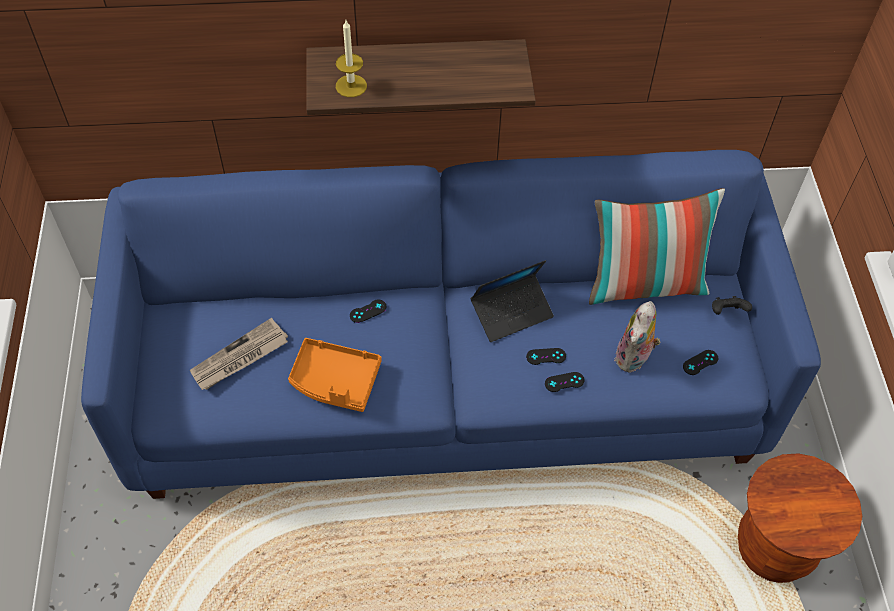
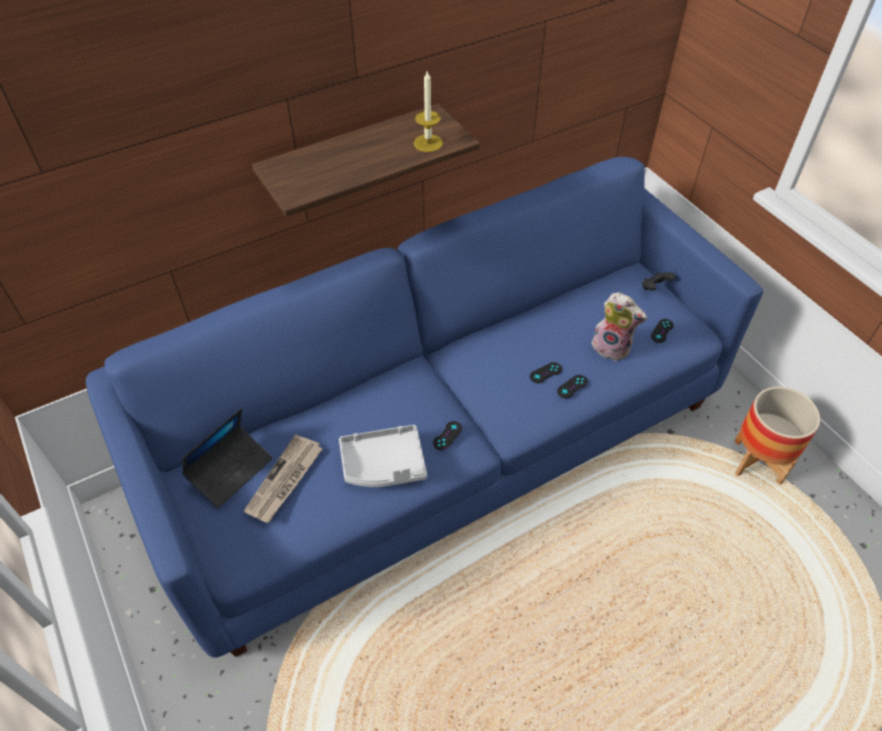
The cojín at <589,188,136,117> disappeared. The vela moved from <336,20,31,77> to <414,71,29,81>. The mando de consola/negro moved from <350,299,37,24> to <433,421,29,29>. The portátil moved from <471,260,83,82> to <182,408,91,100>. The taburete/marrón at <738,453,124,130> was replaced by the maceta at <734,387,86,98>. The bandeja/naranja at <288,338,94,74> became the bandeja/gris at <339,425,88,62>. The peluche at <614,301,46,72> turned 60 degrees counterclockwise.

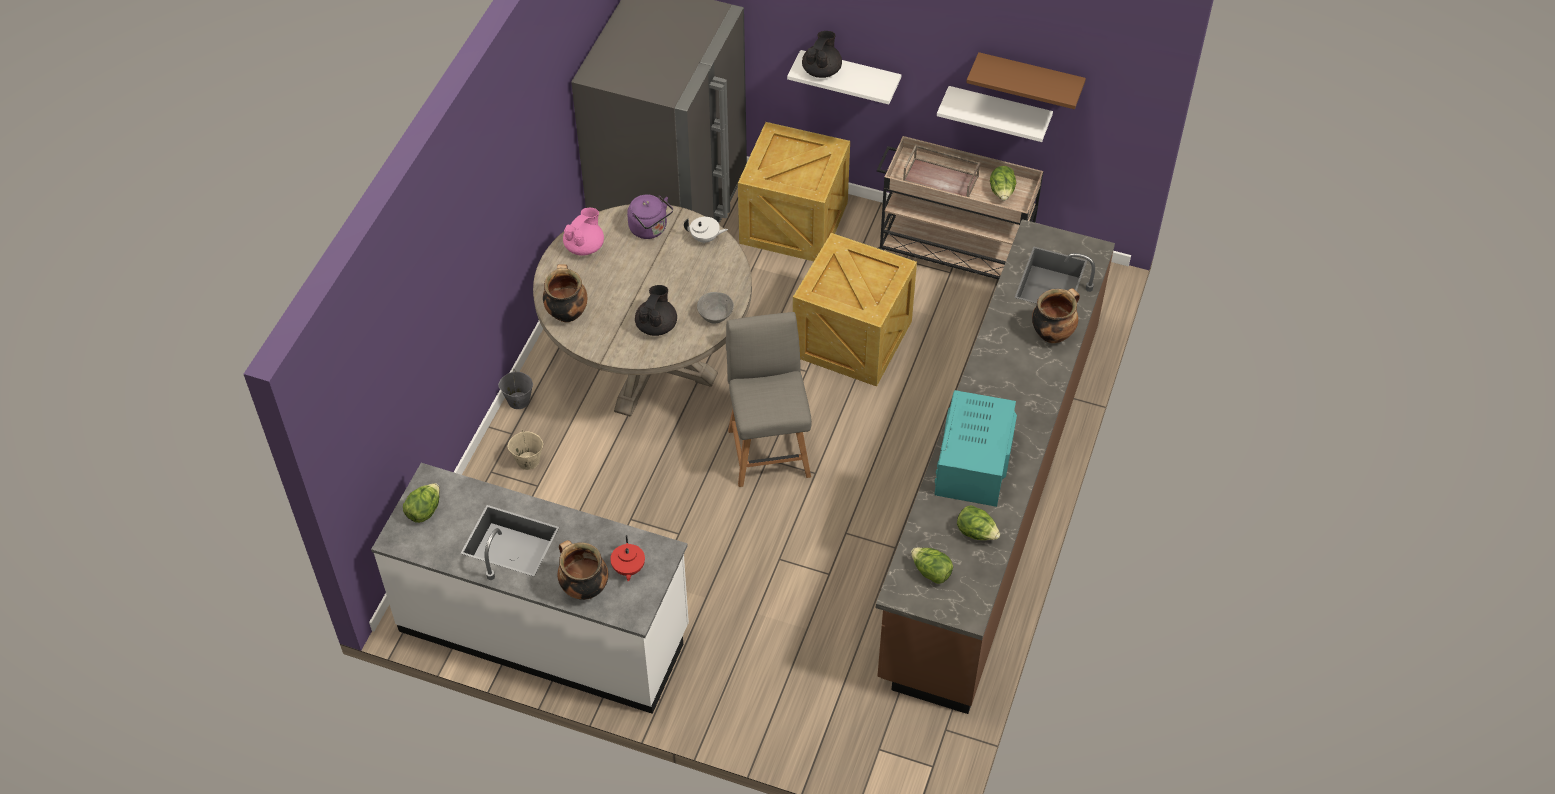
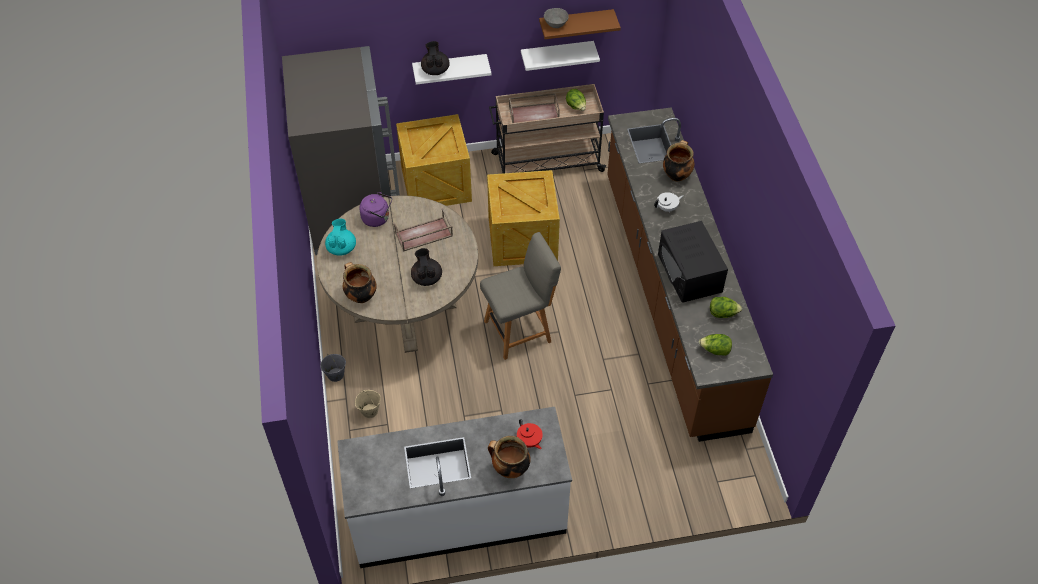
The lechuga at <403,483,37,40> disappeared. The bandeja/marrón at <394,208,59,44> appeared. The tetera/blanco moved from <684,217,44,27> to <654,192,30,21>. The cuenco/gris moved from <697,292,37,32> to <544,8,25,20>. The tetera/rosa at <563,208,41,48> became the tetera/turquesa at <325,219,31,37>. The microondas/turquesa at <935,390,82,117> became the microondas/negro at <658,221,70,82>. The silla/gris at <726,312,86,175> turned 105 degrees clockwise.

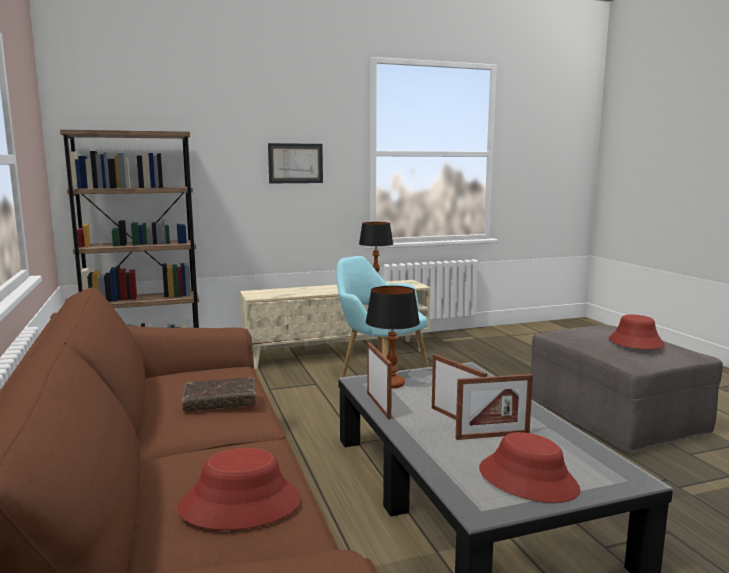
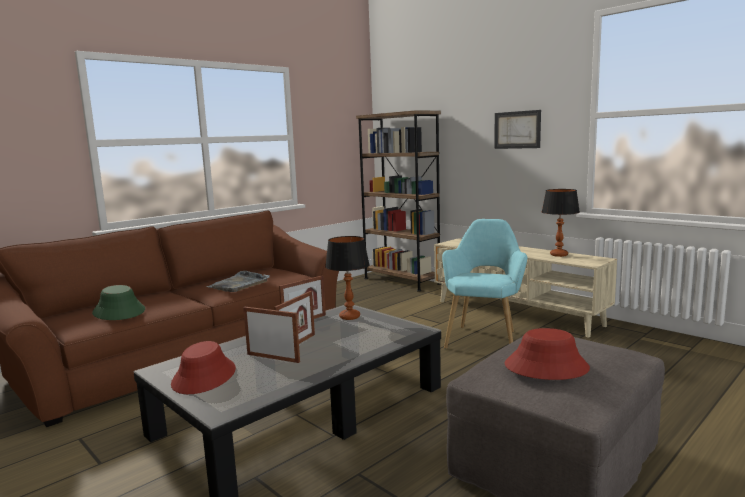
The libro/marrón at <182,377,75,34> was replaced by the bandeja/gris at <206,271,63,21>. The sombrero/rojo at <178,448,123,82> became the sombrero/verde at <92,285,53,35>. The portarretratos at <456,374,77,66> turned 150 degrees clockwise.

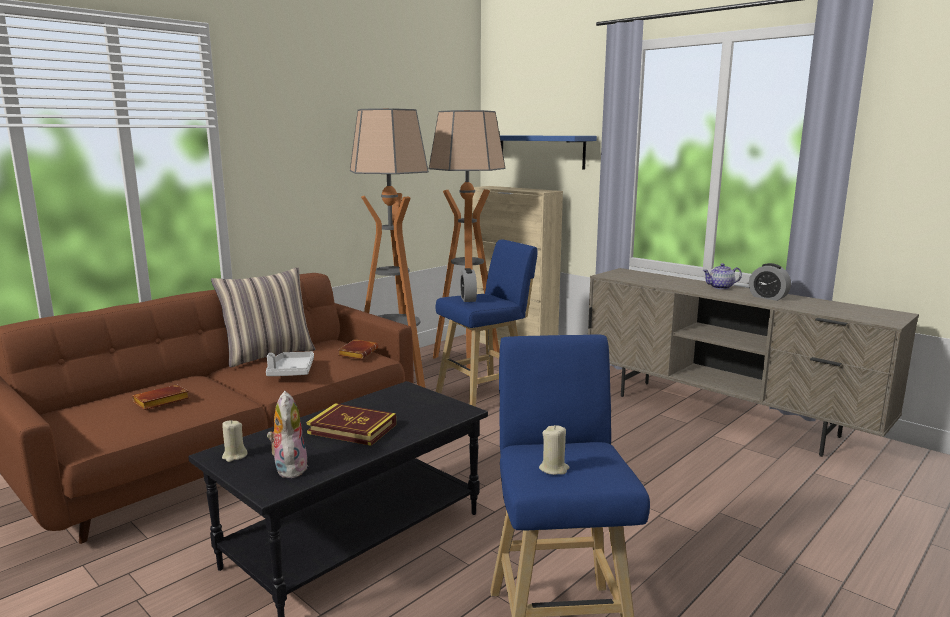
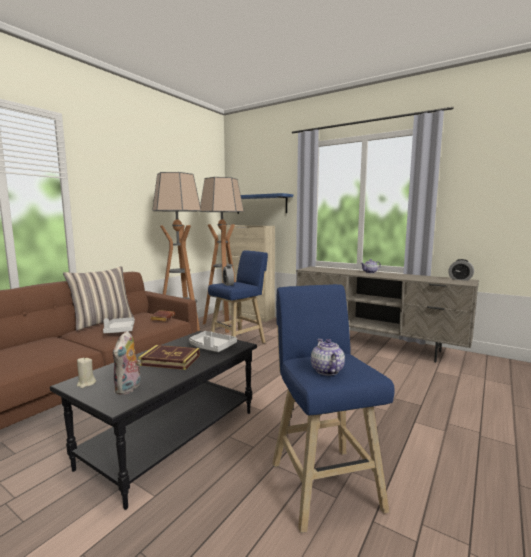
The libro/marrón at <132,384,57,26> disappeared. The bandeja/gris at <189,331,48,21> appeared. The despertador moved from <749,263,42,38> to <448,259,26,22>. The vela/beis at <539,425,30,50> was replaced by the tetera at <311,339,34,37>. The peluche at <267,391,41,87> turned 150 degrees counterclockwise.

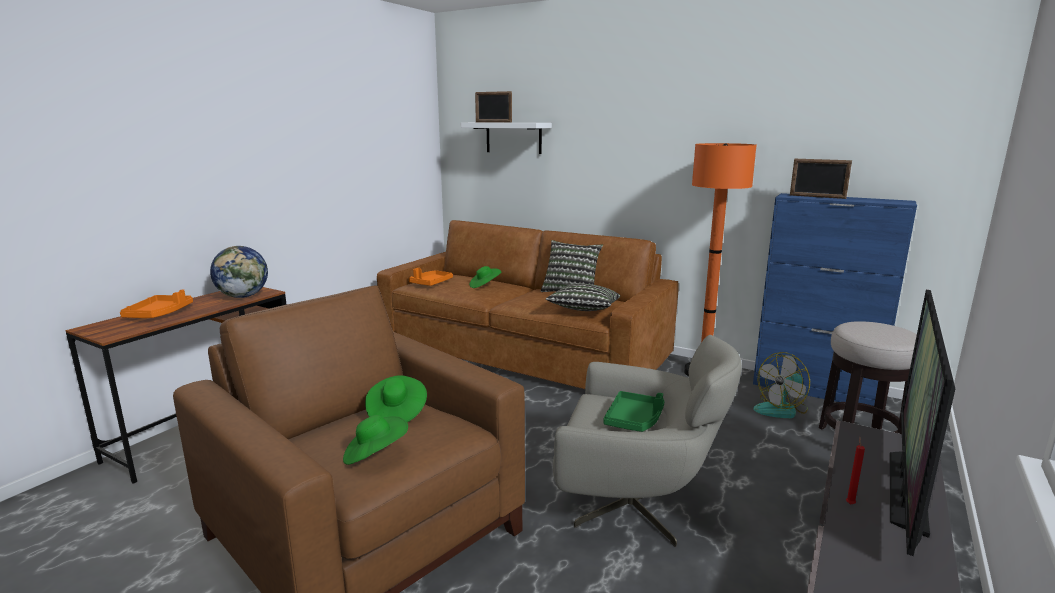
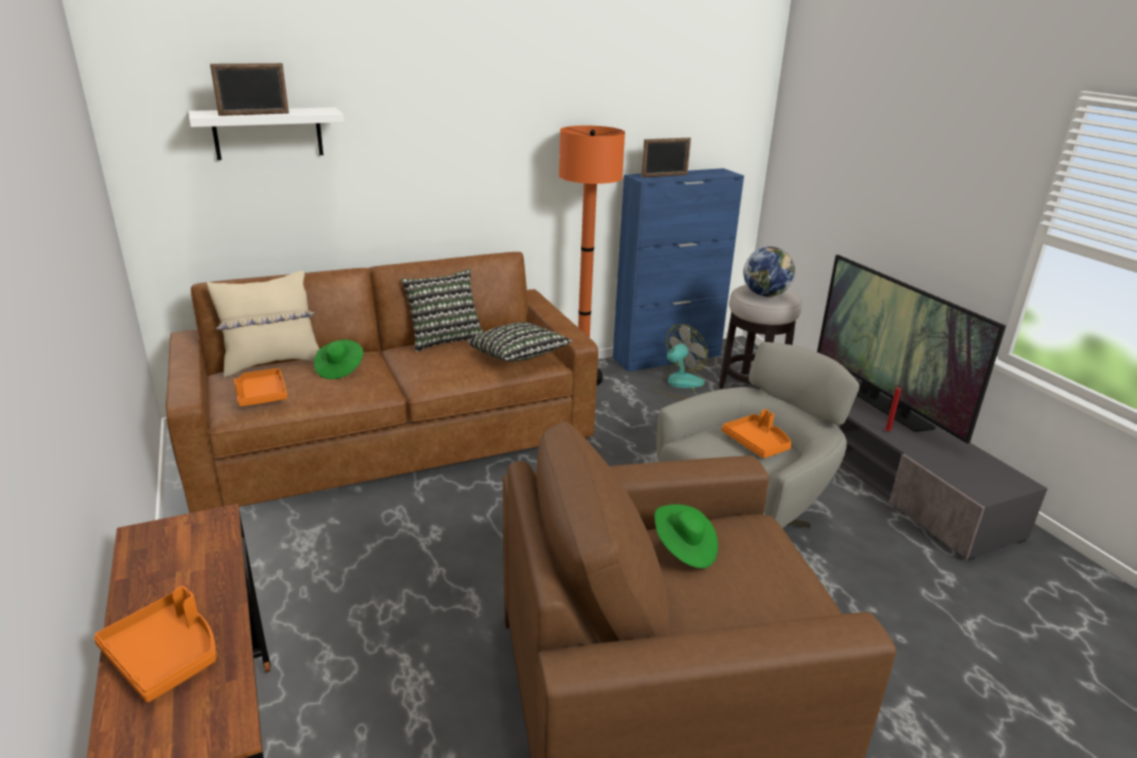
The sombrero/verde at <343,415,65,50> disappeared. The cojín/beis at <207,271,112,106> appeared. The globo terráqueo moved from <210,246,58,52> to <743,247,52,50>. The bandeja/verde at <604,391,61,41> became the bandeja/naranja at <722,409,70,49>. The ventilador at <753,352,57,66> turned 135 degrees counterclockwise.

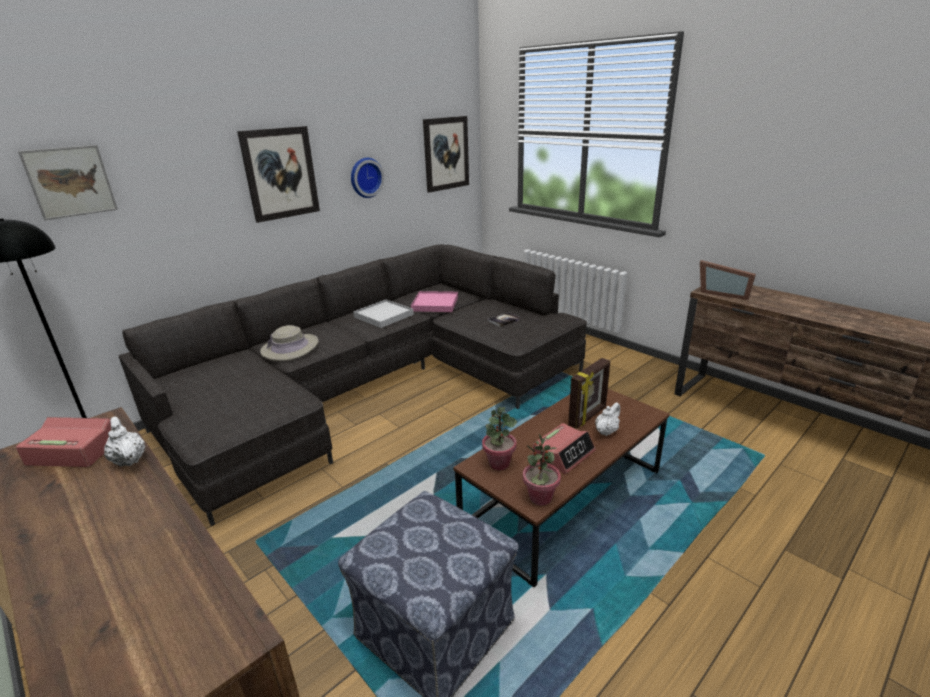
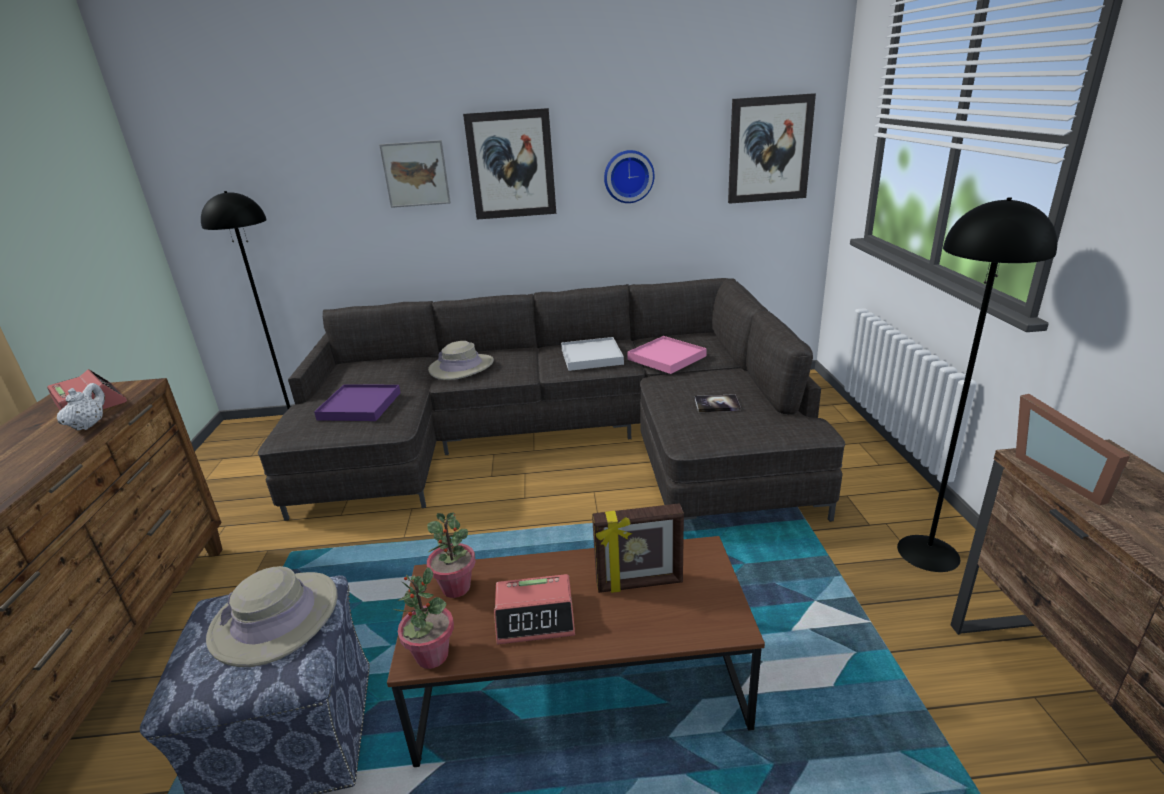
The tetera/blanco at <595,402,25,34> disappeared. The sombrero/beis at <206,566,132,101> appeared. The bandeja/morado at <314,384,87,37> appeared. The lámpara de pie/negro at <897,197,160,375> appeared. The cuadro moved from <18,145,100,75> to <379,140,72,68>.

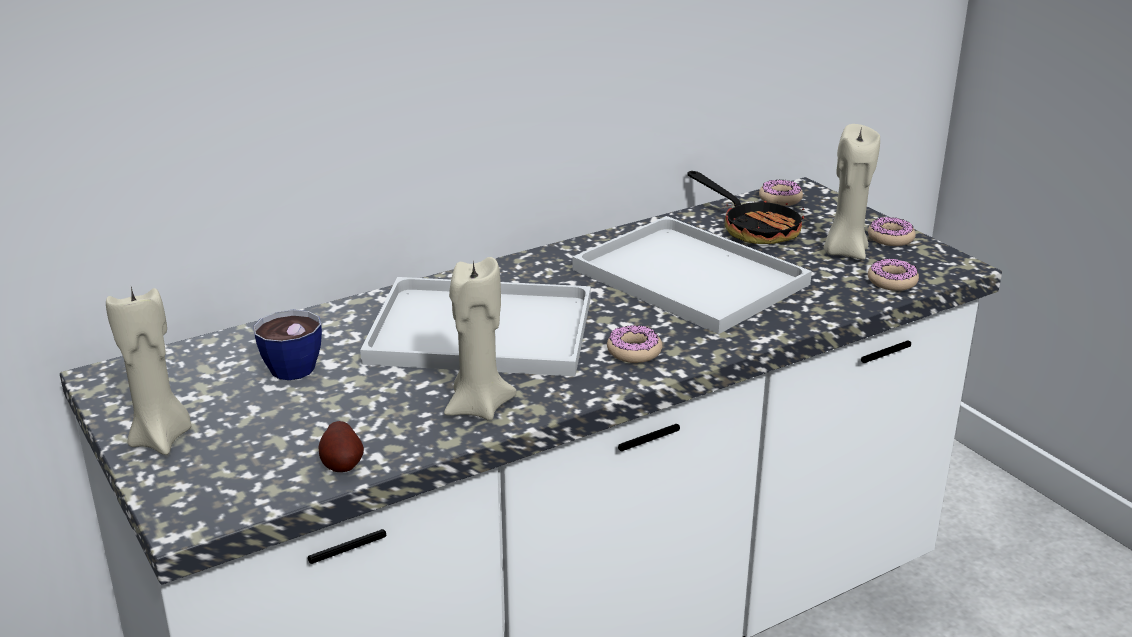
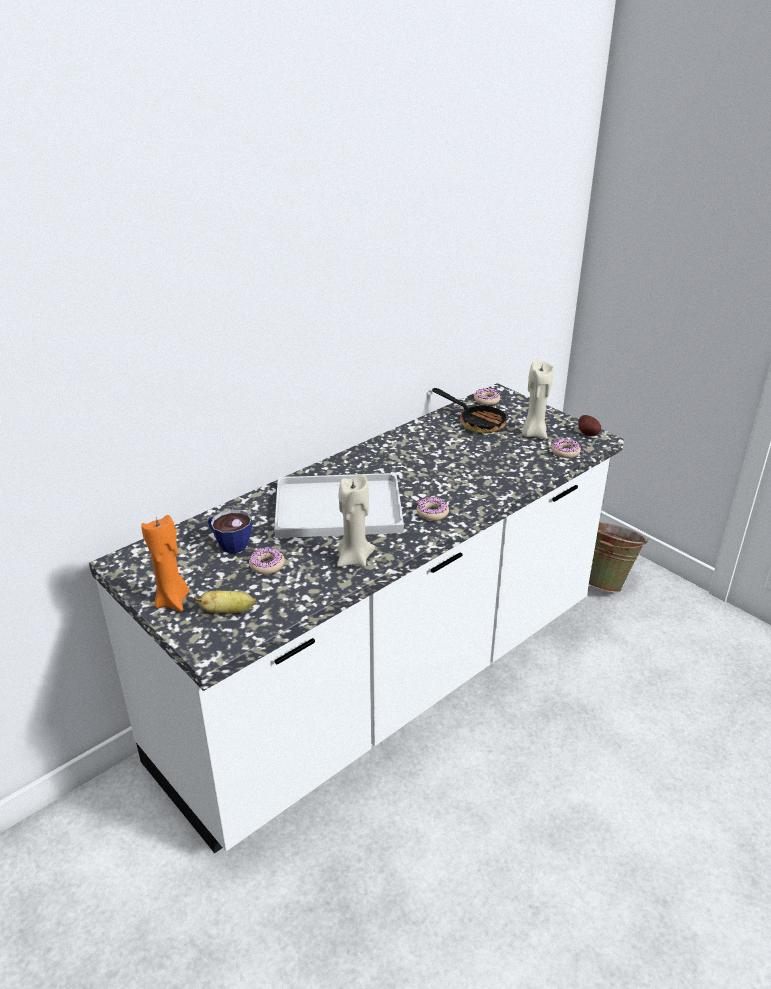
The bandeja/blanco at <573,216,239,118> disappeared. The plátano at <194,591,63,22> appeared. The cubo/verde at <589,522,60,71> appeared. The patata moved from <318,421,46,51> to <578,415,23,21>. The rosquilla moved from <868,217,48,29> to <249,547,36,27>. The vela/beis at <106,287,86,168> became the vela/naranja at <141,515,48,96>.

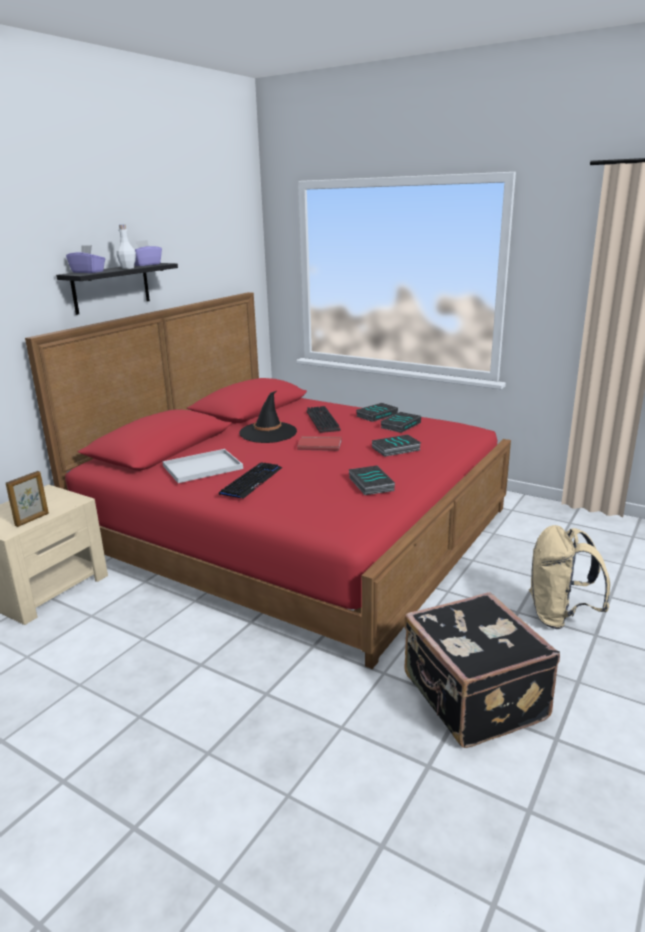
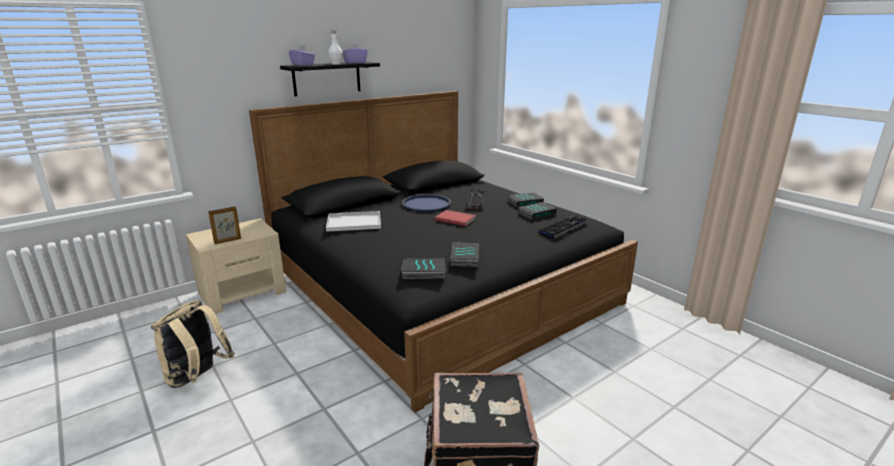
The teclado moved from <219,462,63,37> to <538,215,51,23>. The libro moved from <372,434,49,23> to <401,259,45,20>. The mochila/beis moved from <529,525,81,104> to <151,300,84,88>. The sombrero/negro at <239,391,58,52> was replaced by the bandeja/azul at <402,194,49,18>. The cama/rojo at <25,292,486,377> became the cama/negro at <249,91,389,322>.

